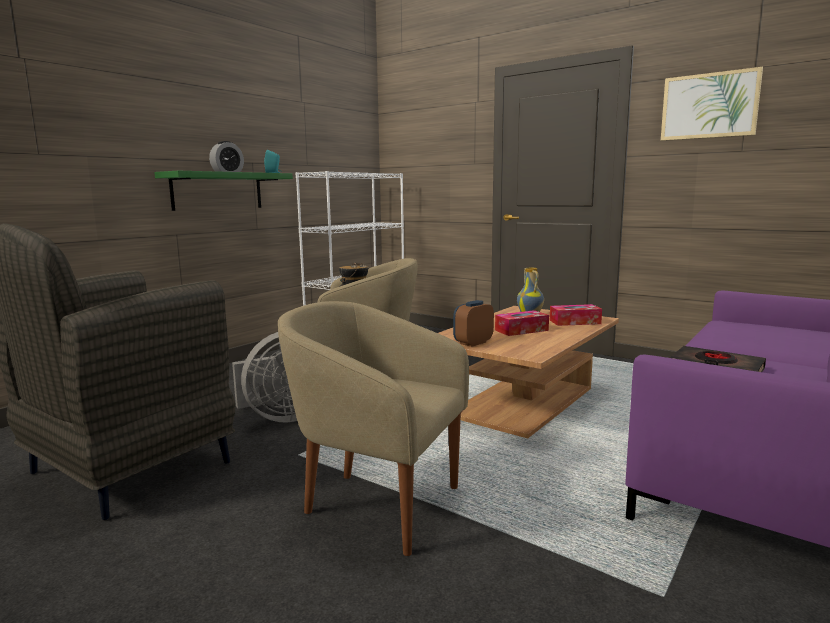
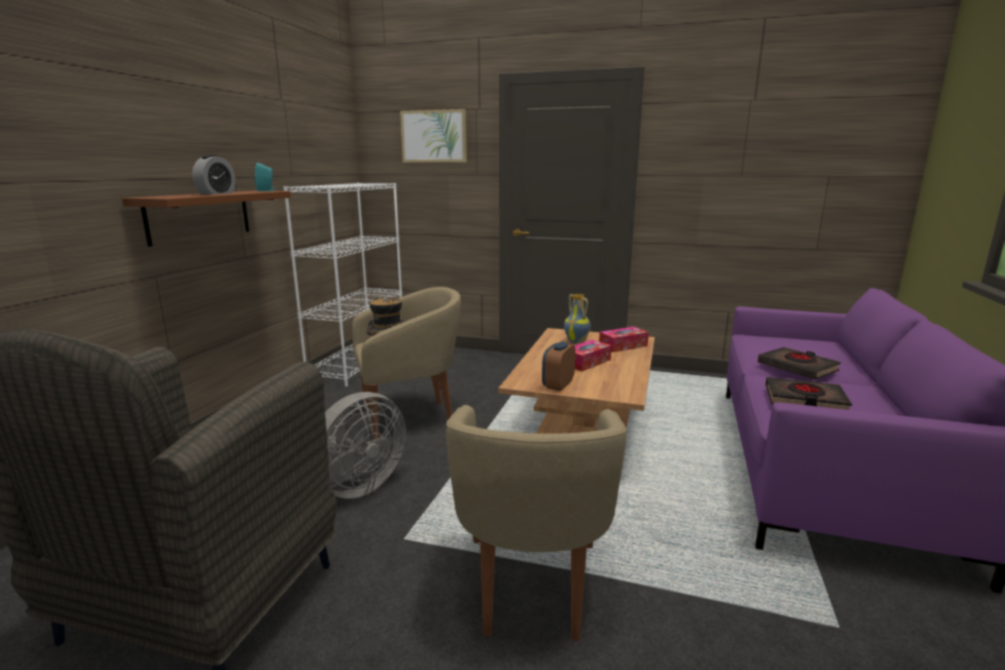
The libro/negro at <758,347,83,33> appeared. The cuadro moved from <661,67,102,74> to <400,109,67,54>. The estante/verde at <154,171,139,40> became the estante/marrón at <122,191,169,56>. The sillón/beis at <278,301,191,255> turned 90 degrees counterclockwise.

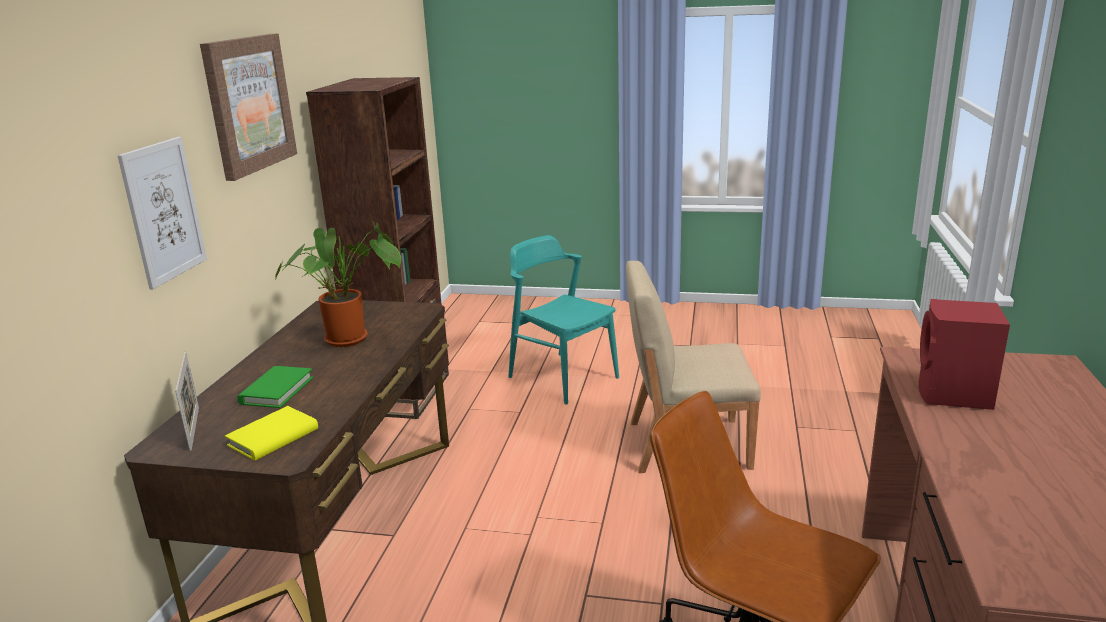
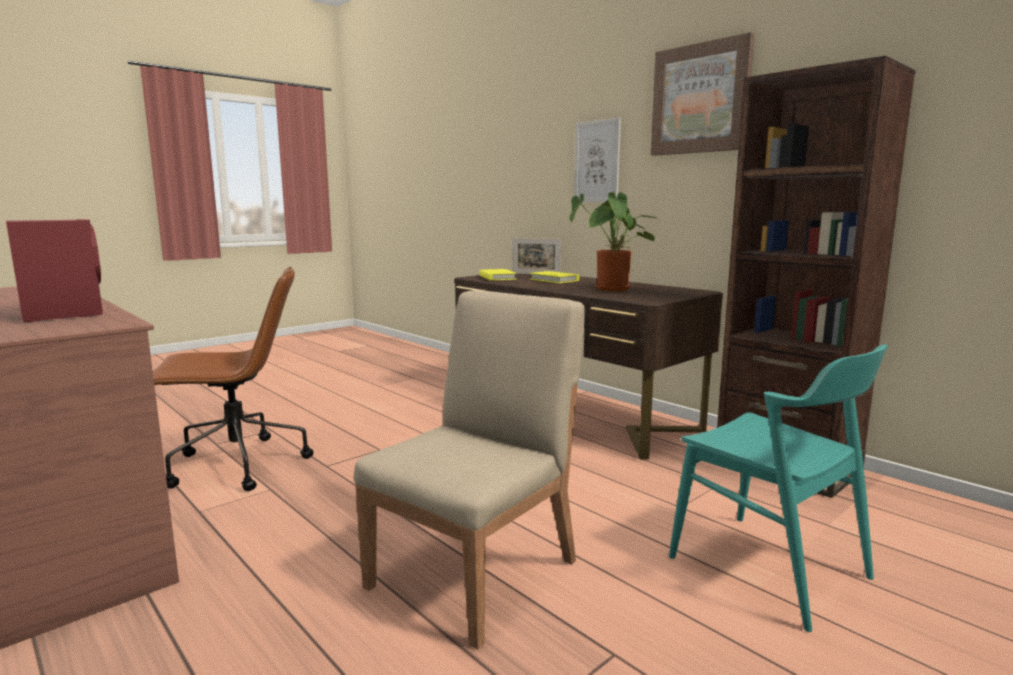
The libro/verde at <238,366,76,42> became the libro/amarillo at <530,271,50,12>. The silla/turquesa at <508,235,111,169> turned 60 degrees clockwise.

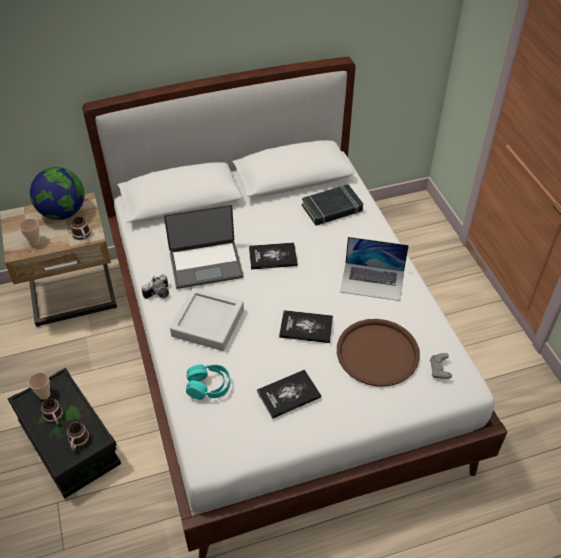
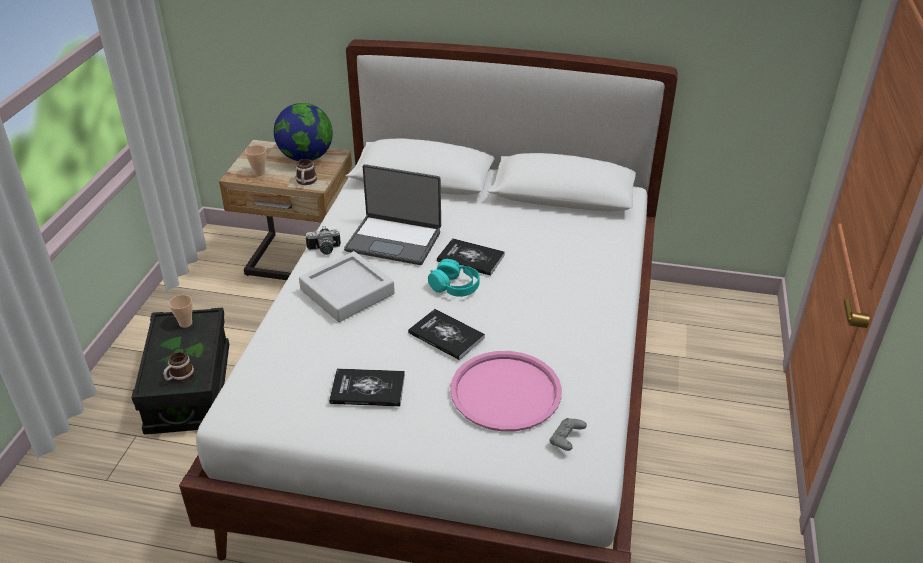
The taza grande at <41,398,22,26> disappeared. The libro/negro at <302,184,61,42> disappeared. The portátil at <340,237,69,64> disappeared. The auriculares/turquesa moved from <186,364,44,36> to <428,259,52,38>. The bandeja/marrón at <337,319,83,68> became the bandeja/rosa at <450,351,112,81>.

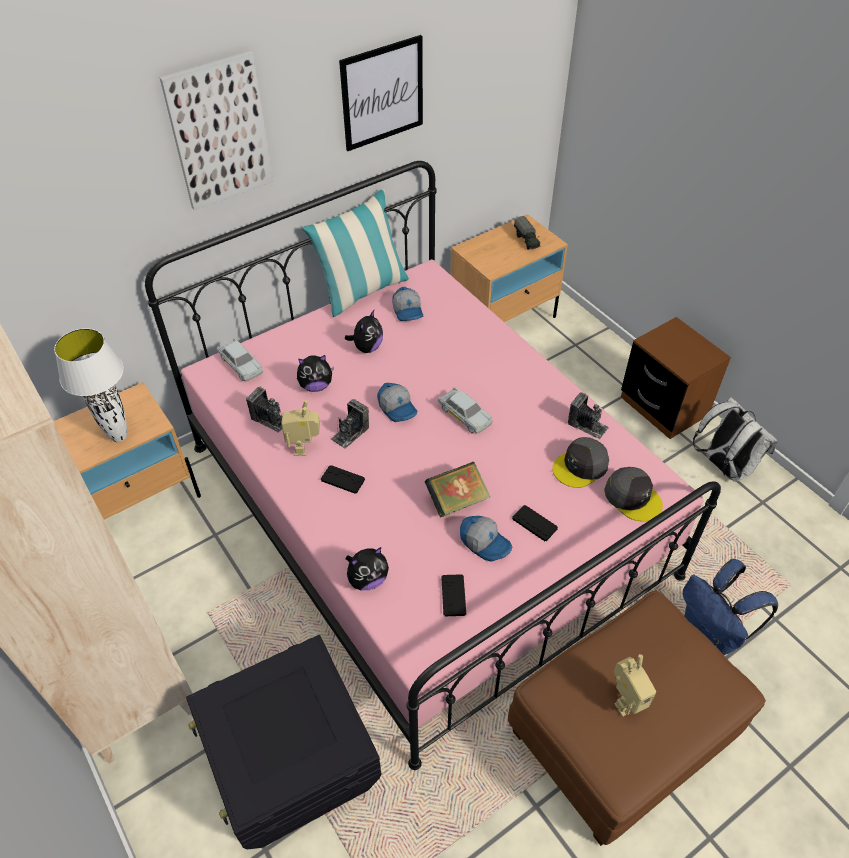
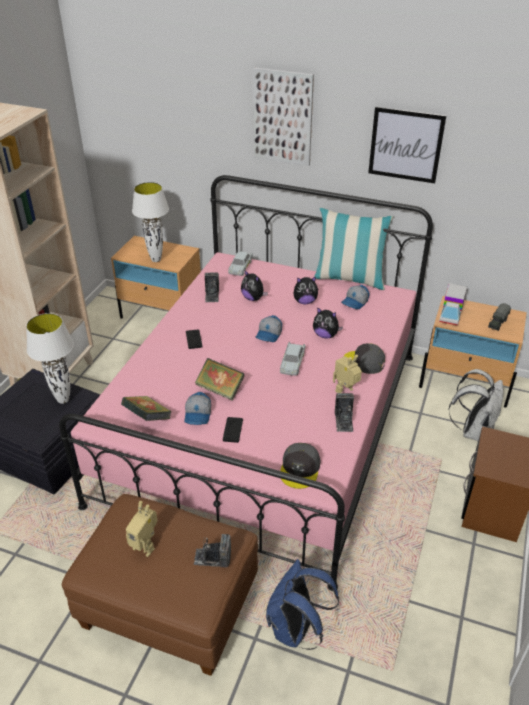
The lámpara de mesa/blanco at <26,313,48,91> appeared. The camión de juguete at <439,283,28,43> appeared. The robot de juguete moved from <281,400,39,56> to <333,354,29,39>. The cámara moved from <330,399,39,49> to <194,534,37,33>. The peluche moved from <346,547,43,43> to <313,307,30,31>. The gorra/gris moved from <552,437,57,51> to <343,343,42,31>. The mochila/blanco moved from <693,397,85,85> to <448,369,55,72>. The mando de consola/negro at <441,574,25,42> was replaced by the libro at <121,396,51,25>.

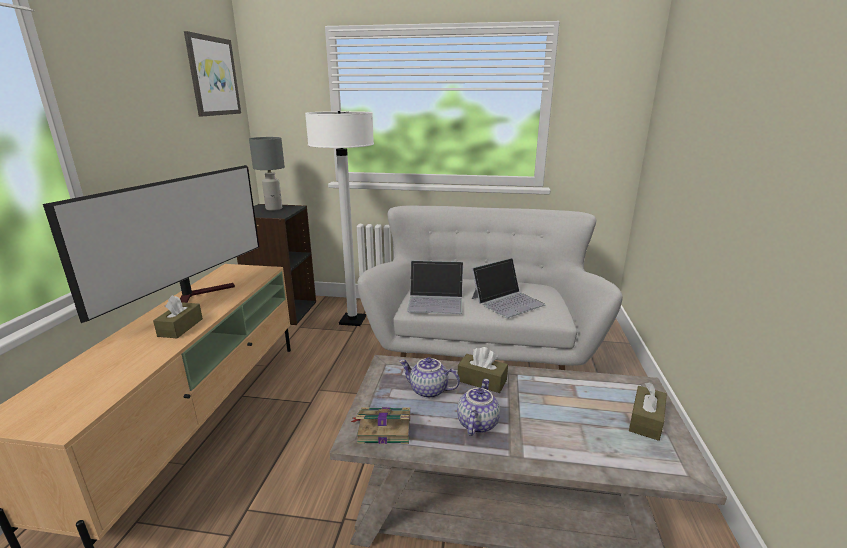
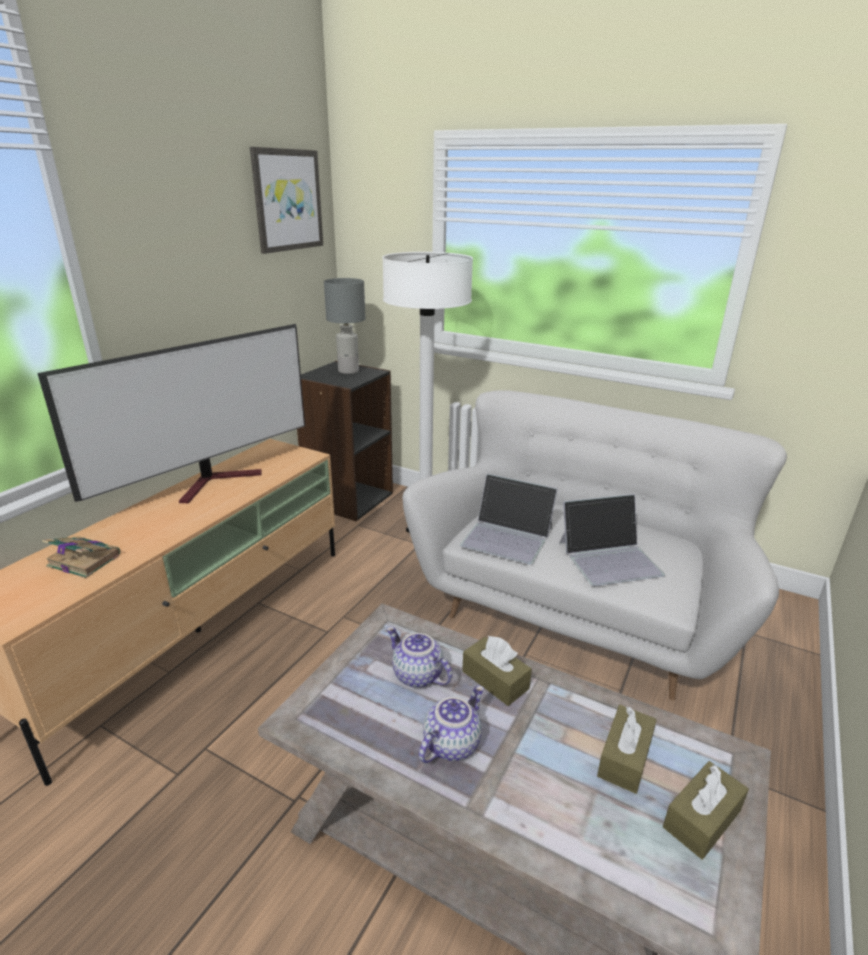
The caja de pañuelos/marrón moved from <153,295,50,43> to <597,705,60,89>. The libro moved from <351,407,59,37> to <42,536,78,42>.

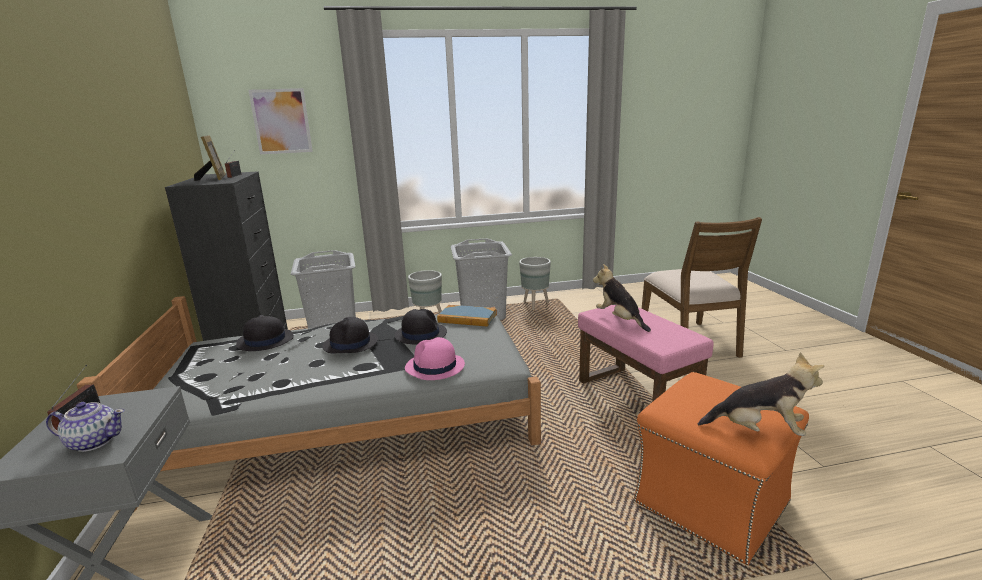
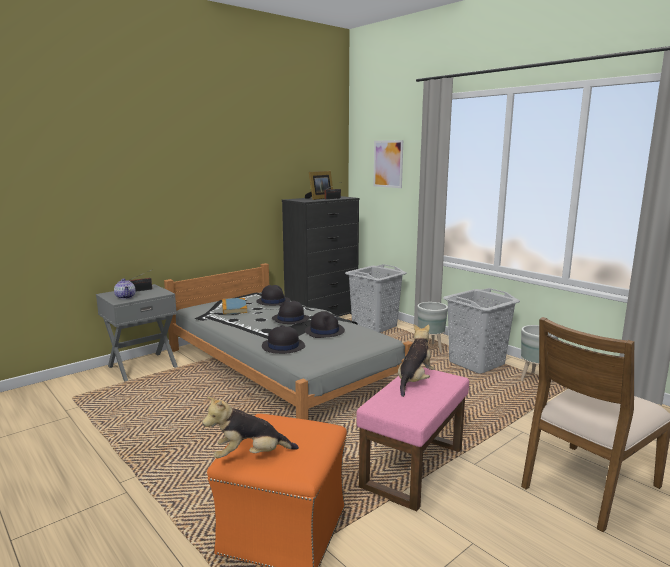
The libro moved from <437,305,60,22> to <222,298,25,16>. The sombrero/rosa at <405,337,60,43> became the sombrero/negro at <262,325,43,29>. The peluche at <698,352,126,84> turned 90 degrees clockwise.

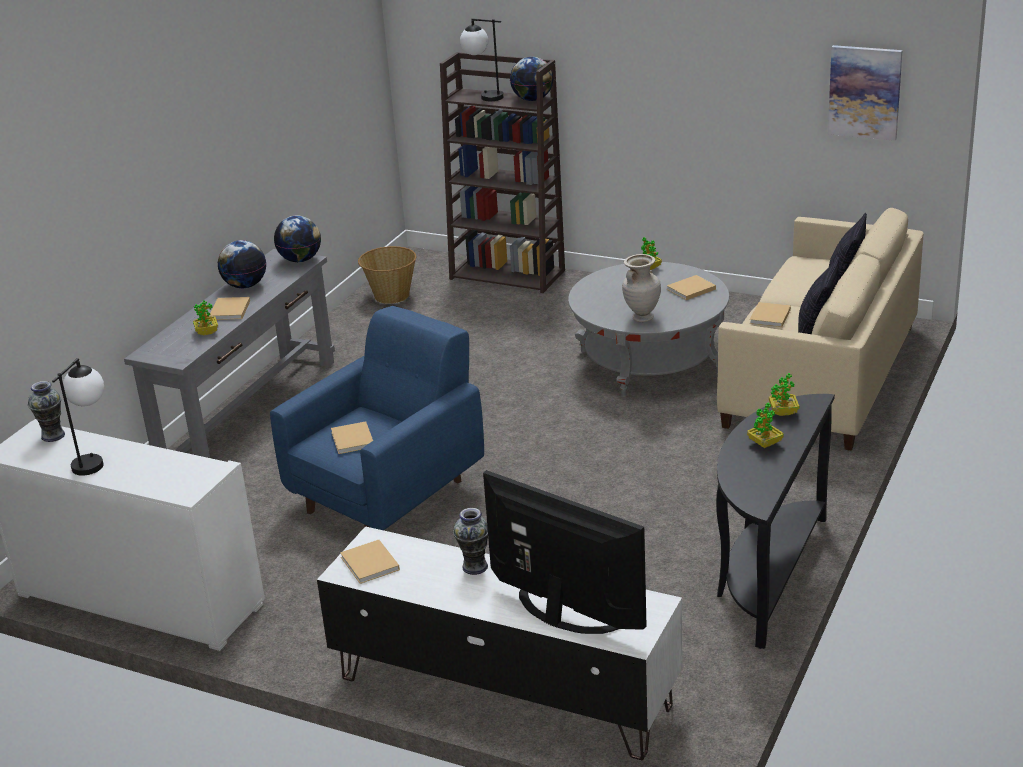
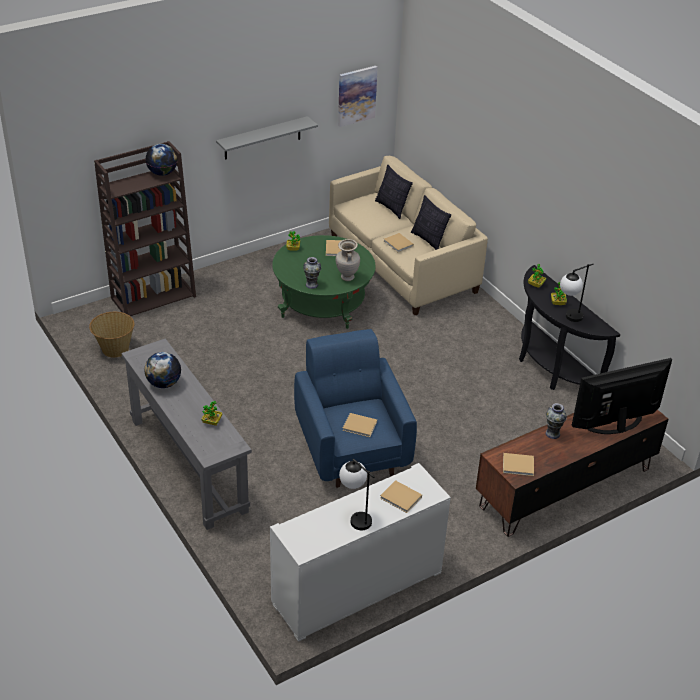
The globo terráqueo at <274,216,47,46> disappeared. The estante/gris at <216,116,102,44> appeared. The florero moved from <28,381,37,61> to <303,257,18,32>. The libro/beis moved from <209,297,41,23> to <380,480,42,33>. The lámpara de mesa moved from <460,18,43,83> to <560,264,34,58>. The mueble de televisión/blanco at <317,526,366,234> became the mueble de televisión/marrón at <476,409,192,128>. The mesa de centro/gris at <568,262,161,135> became the mesa de centro/verde at <272,235,104,94>.

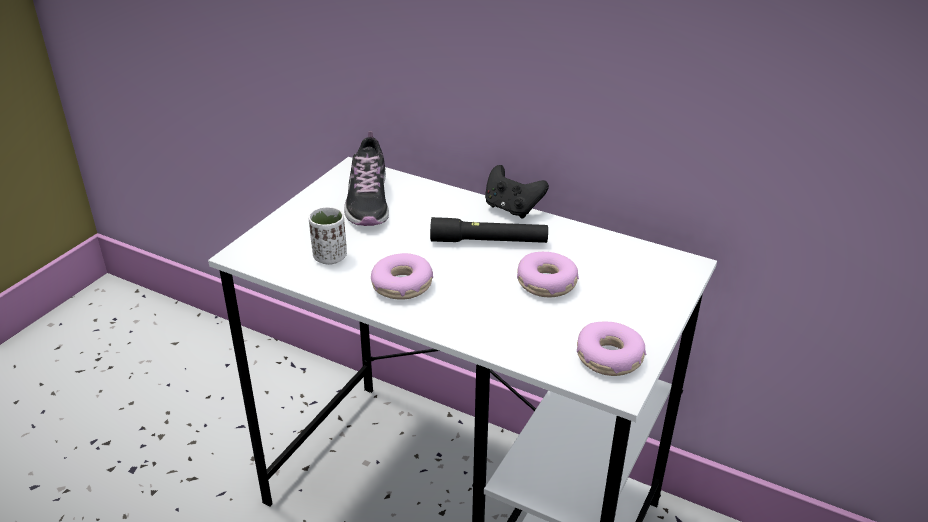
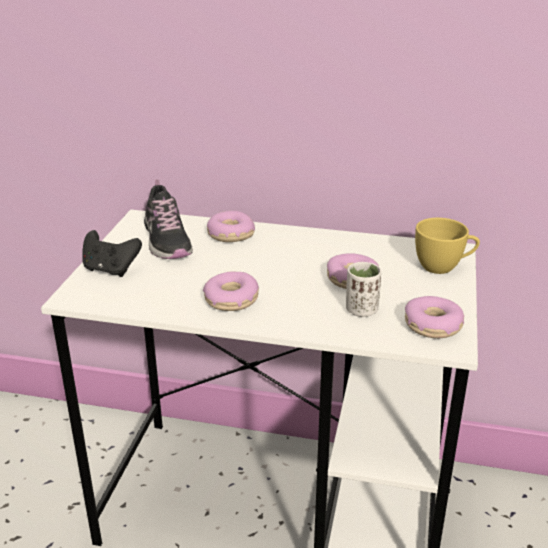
The linterna/negro at <430,217,118,26> disappeared. The rosquilla at <207,211,48,31> appeared. The taza/amarillo at <415,218,65,56> appeared. The taza/blanco moved from <308,207,39,58> to <346,262,35,55>. The mando de consola/negro moved from <485,165,64,54> to <82,230,60,47>.

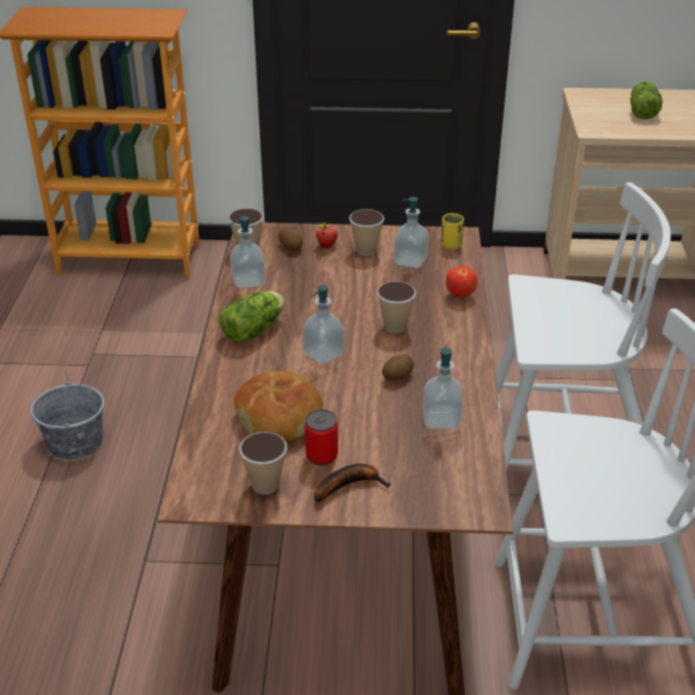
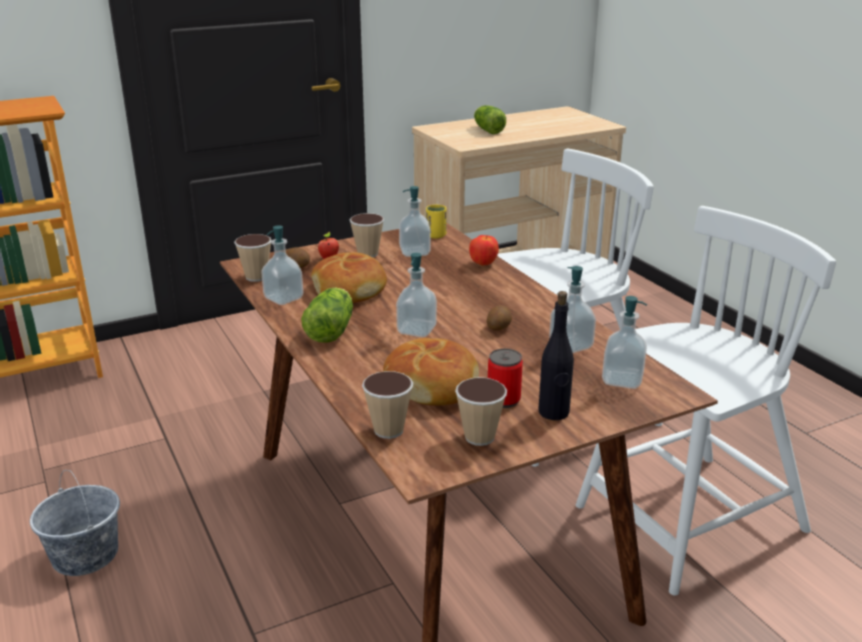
The pan at <311,252,76,51> appeared. The dispensador de jabón at <602,296,45,93> appeared. The taza moved from <377,281,39,52> to <362,371,51,68>. The plátano at <314,464,76,38> was replaced by the botella/negro at <538,291,36,129>.

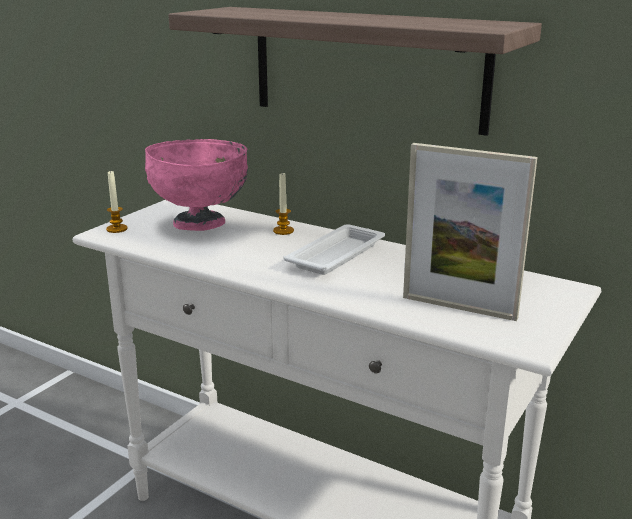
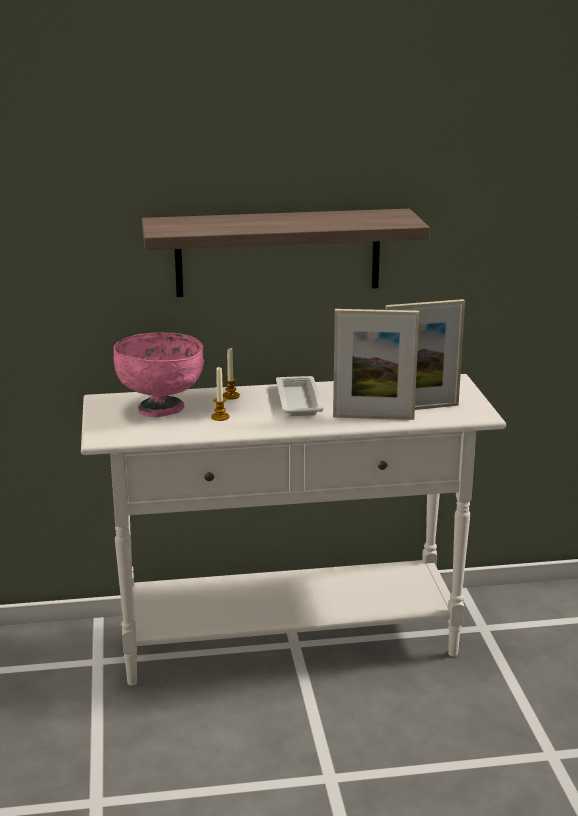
The portarretratos at <333,309,86,111> appeared. The vela moved from <106,170,22,63> to <211,367,18,54>.

